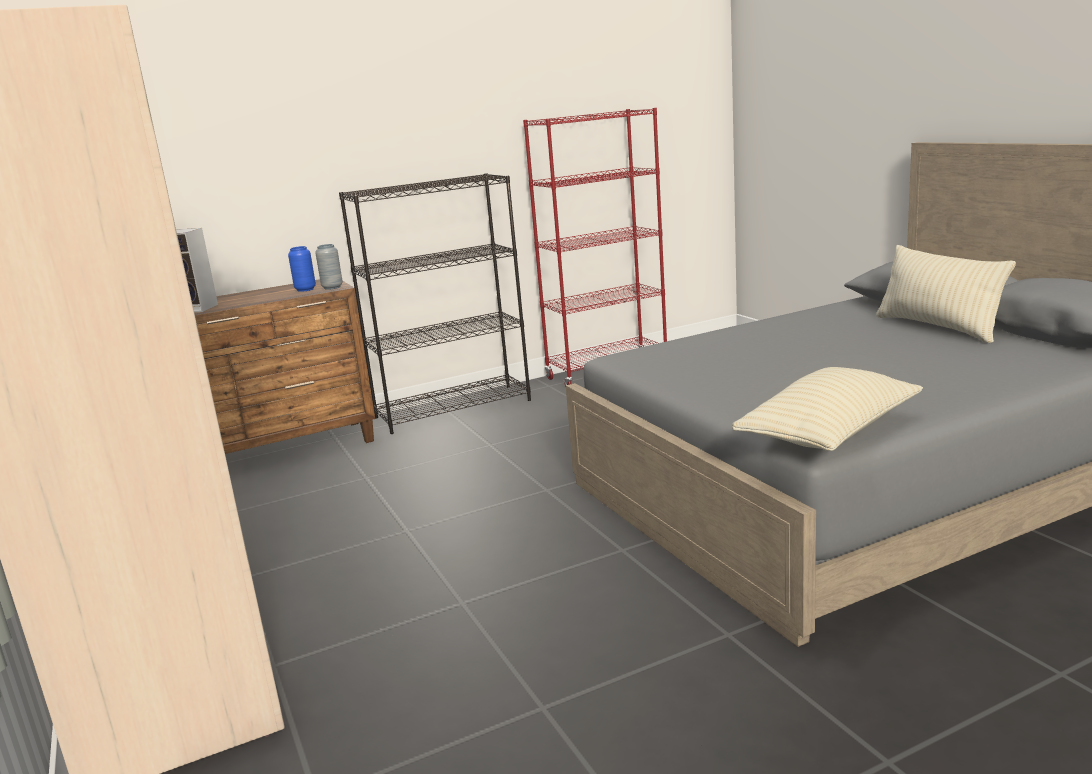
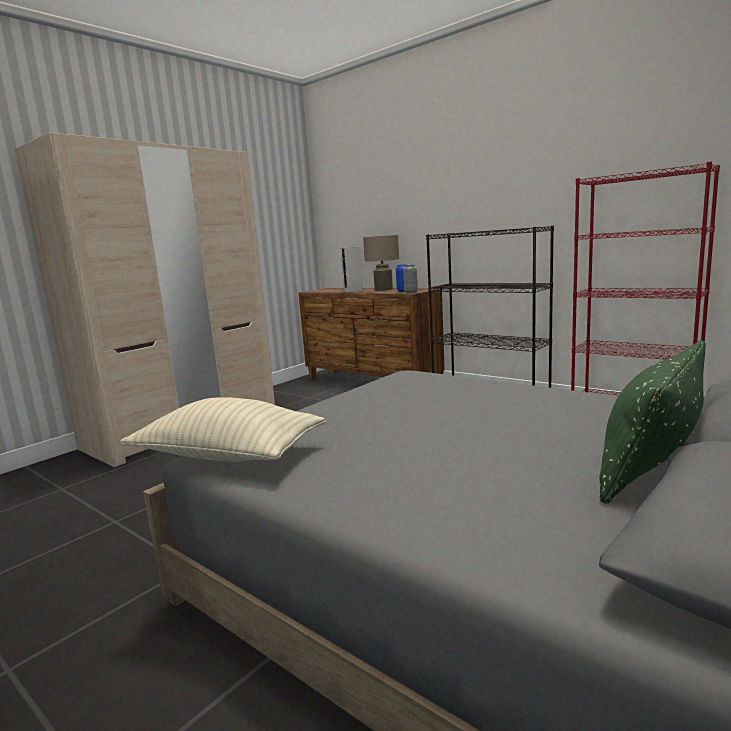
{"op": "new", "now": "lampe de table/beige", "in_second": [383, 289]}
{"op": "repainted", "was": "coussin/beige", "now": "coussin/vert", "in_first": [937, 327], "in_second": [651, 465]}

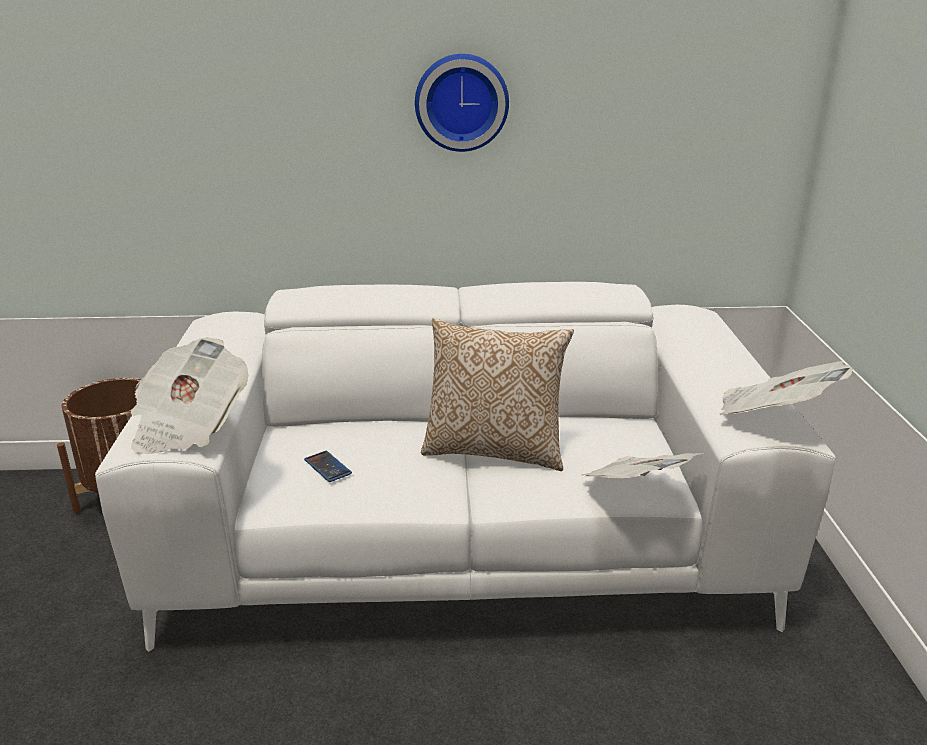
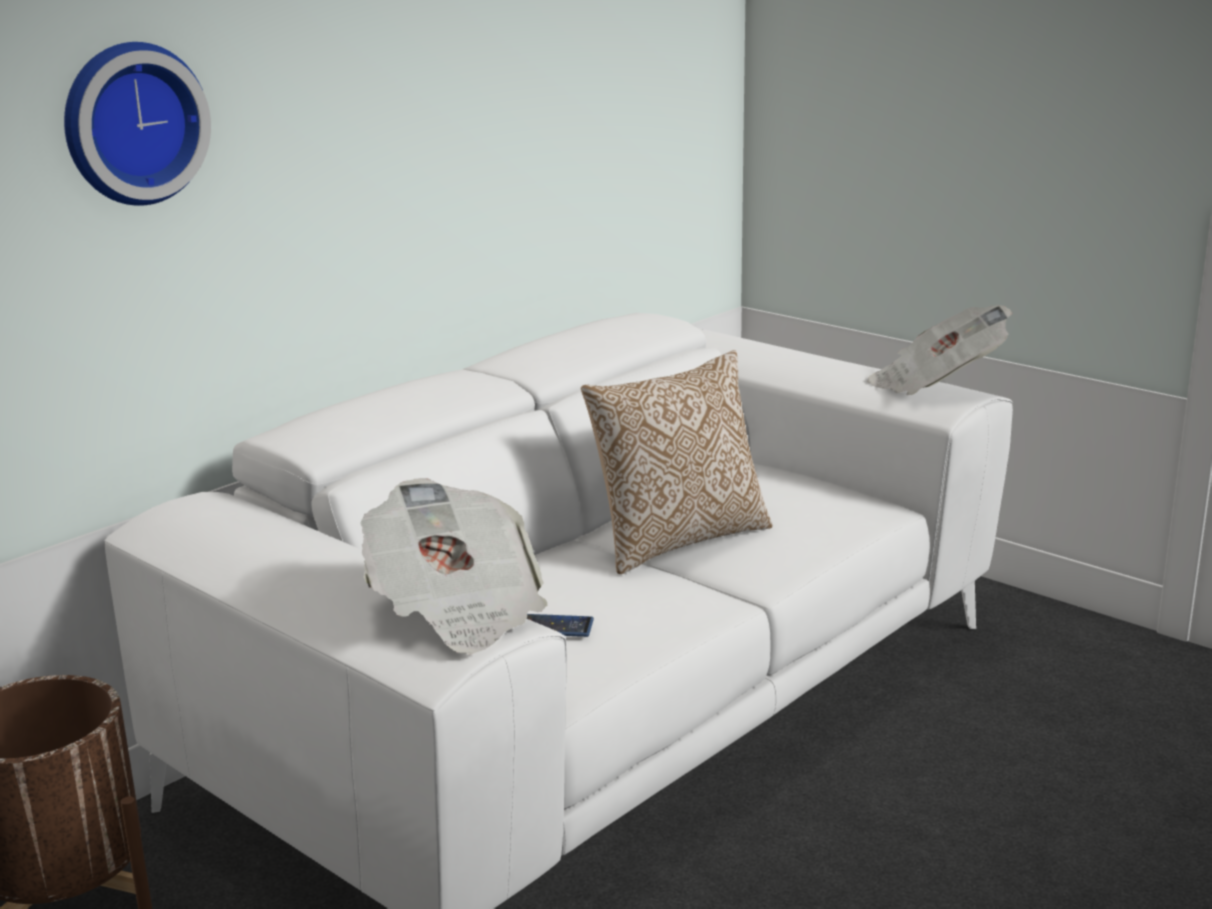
{"op": "gone", "was": "journal", "in_first": [637, 490]}
{"op": "shifted", "was": "horloge murale", "in_first": [461, 102], "in_second": [131, 123]}

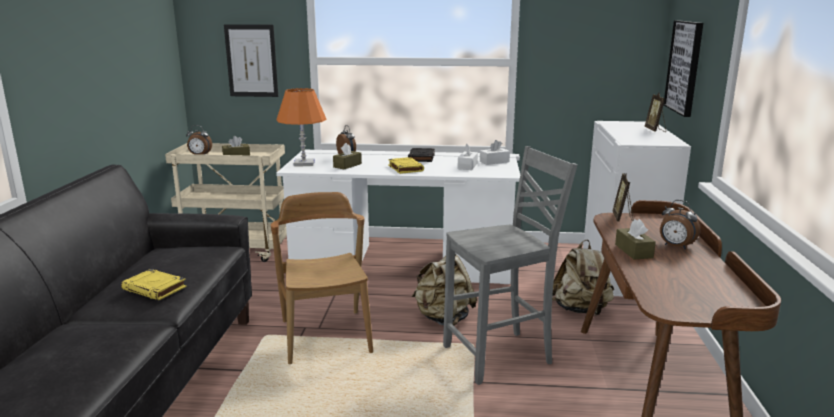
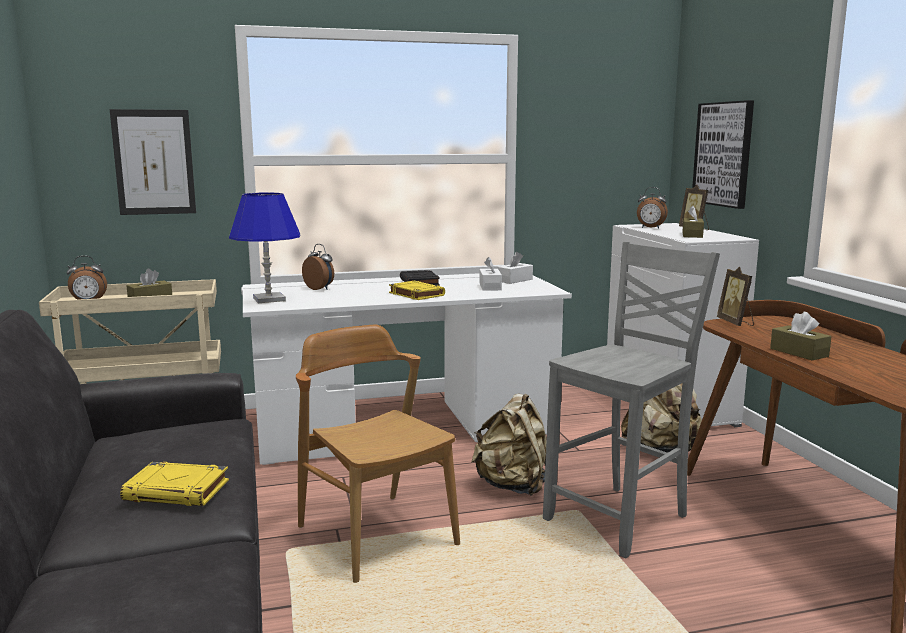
{"op": "shifted", "was": "boîte à mouchoirs/marron", "in_first": [347, 165], "in_second": [692, 235]}
{"op": "shifted", "was": "réveil", "in_first": [675, 246], "in_second": [650, 228]}
{"op": "repainted", "was": "lampe de table/orange", "now": "lampe de table/bleu", "in_first": [304, 163], "in_second": [269, 299]}

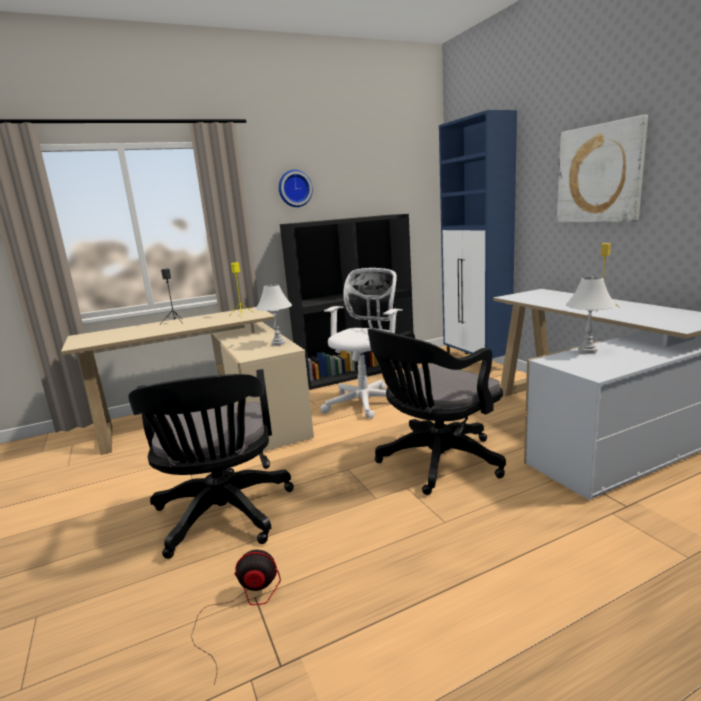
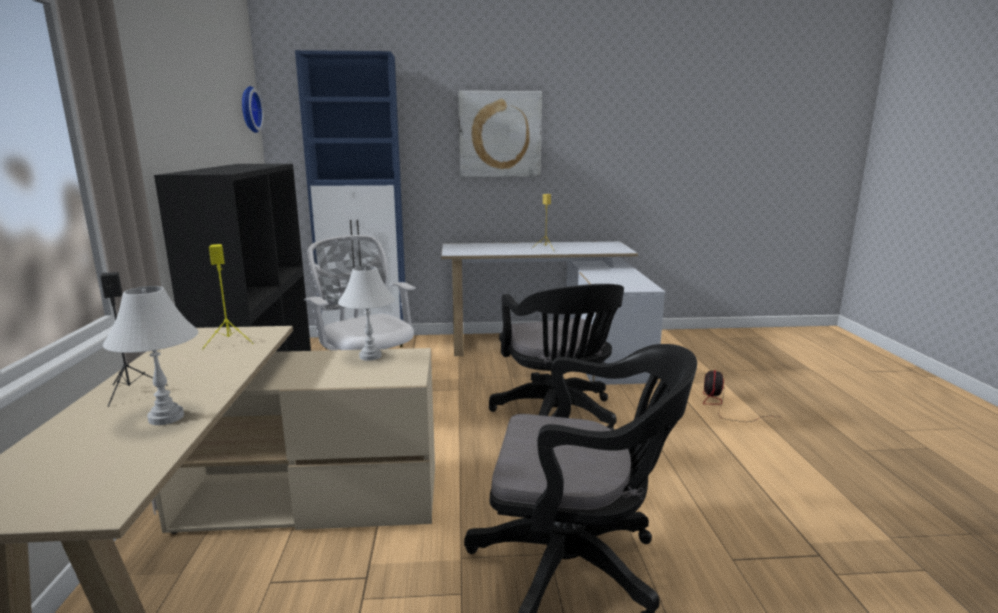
{"op": "shifted", "was": "ventilateur", "in_first": [242, 607], "in_second": [722, 406]}
{"op": "shifted", "was": "horloge murale", "in_first": [294, 188], "in_second": [248, 109]}
{"op": "shifted", "was": "lampe de table/blanc", "in_first": [587, 351], "in_second": [165, 417]}

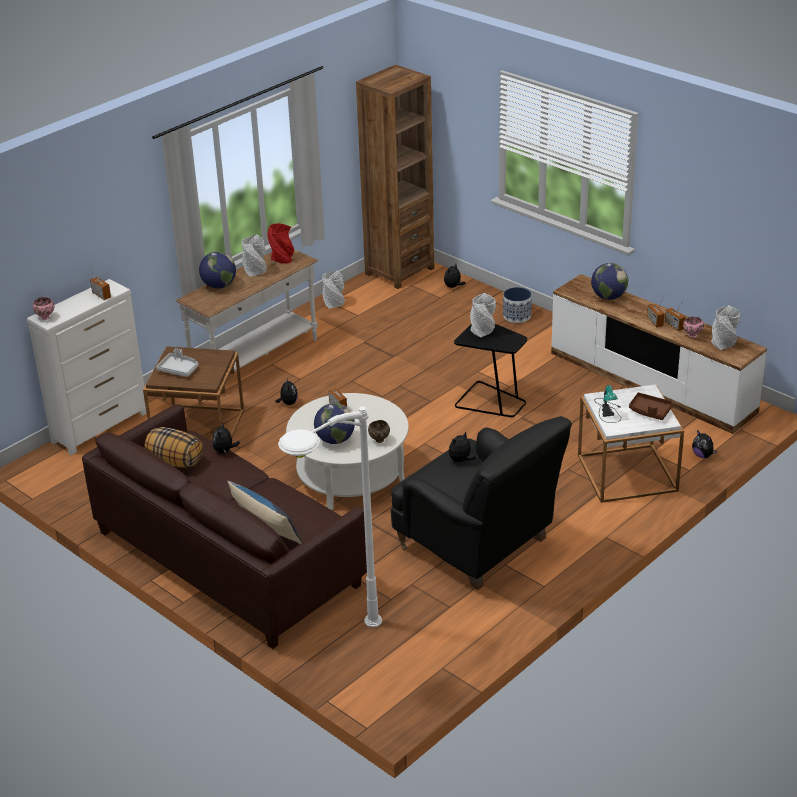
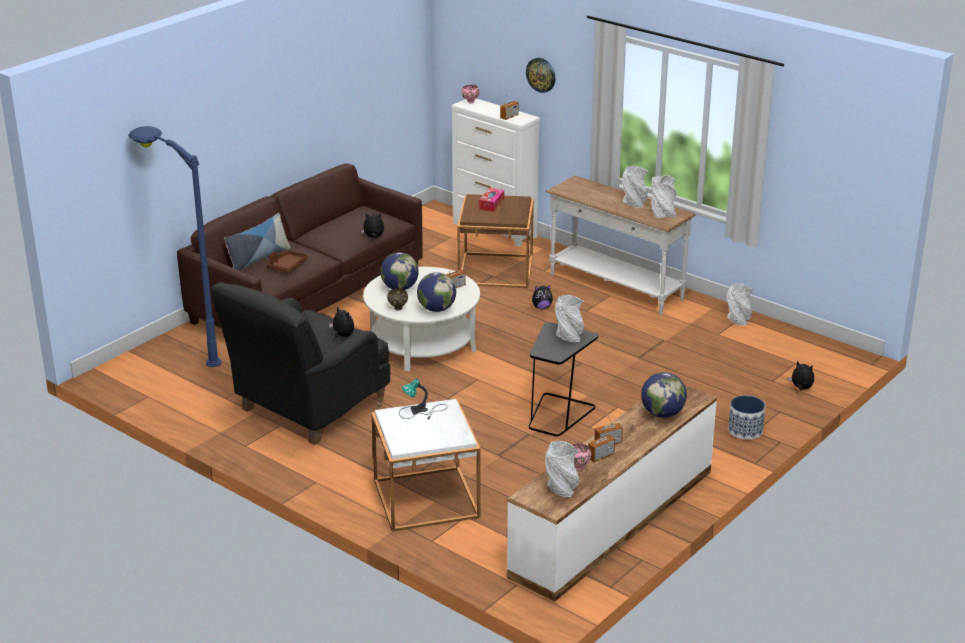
{"op": "gone", "was": "coussin", "in_first": [175, 461]}
{"op": "gone", "was": "bibliothèque/marron", "in_first": [399, 271]}
{"op": "gone", "was": "peluche", "in_first": [703, 455]}
{"op": "new", "now": "horloge murale", "in_second": [541, 74]}
{"op": "shifted", "was": "globe", "in_first": [219, 286], "in_second": [436, 309]}
{"op": "shifted", "was": "plateau/marron", "in_first": [650, 411], "in_second": [287, 266]}
{"op": "swapped", "was": "plateau/gris", "now": "boîte à mouchoirs", "in_first": [179, 369], "in_second": [491, 204]}
{"op": "repainted", "was": "vase/rouge", "now": "vase/gris", "in_first": [282, 259], "in_second": [662, 213]}
{"op": "repainted", "was": "lampadaire/blanc", "now": "lampadaire/bleu", "in_first": [333, 651], "in_second": [181, 348]}

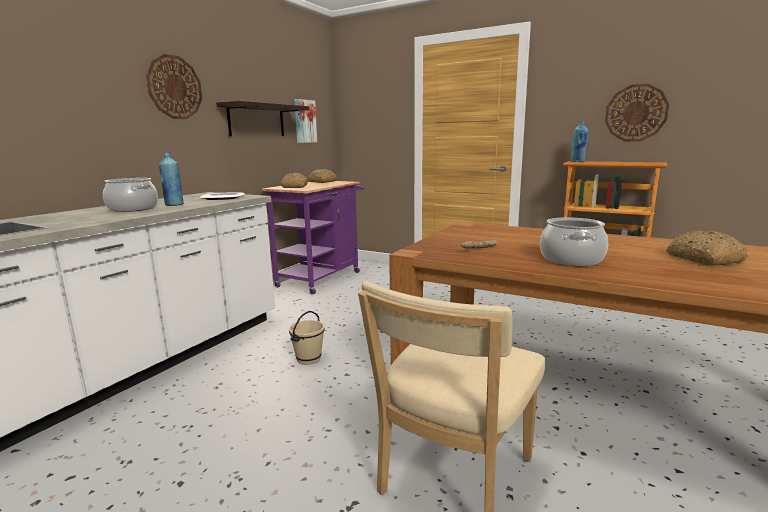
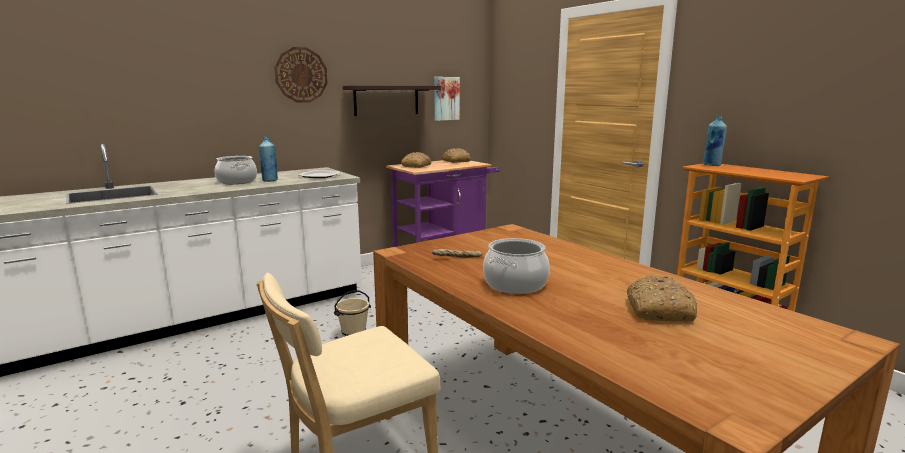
{"op": "gone", "was": "horloge murale", "in_first": [636, 113]}

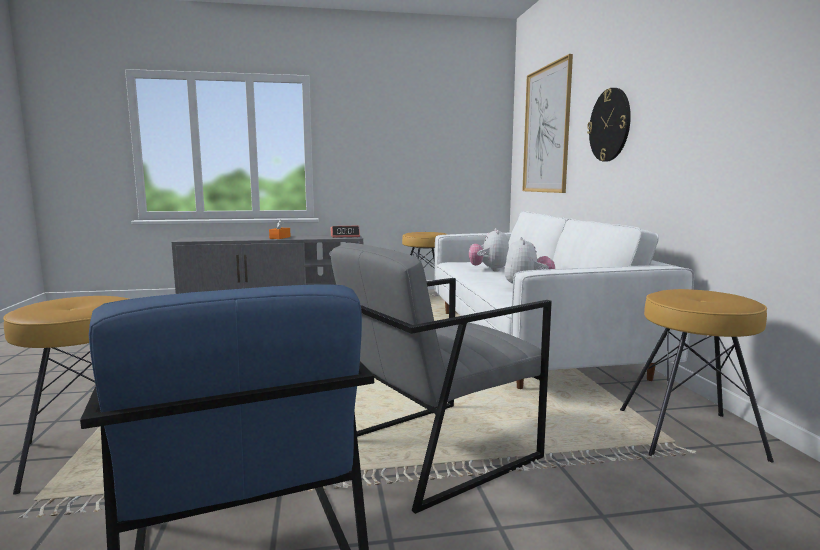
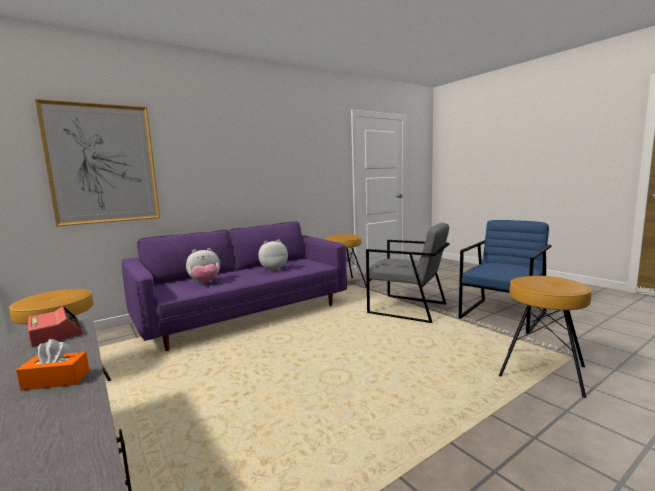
{"op": "gone", "was": "horloge murale", "in_first": [610, 125]}
{"op": "repainted", "was": "canapé/blanc", "now": "canapé/violet", "in_first": [528, 340], "in_second": [244, 314]}

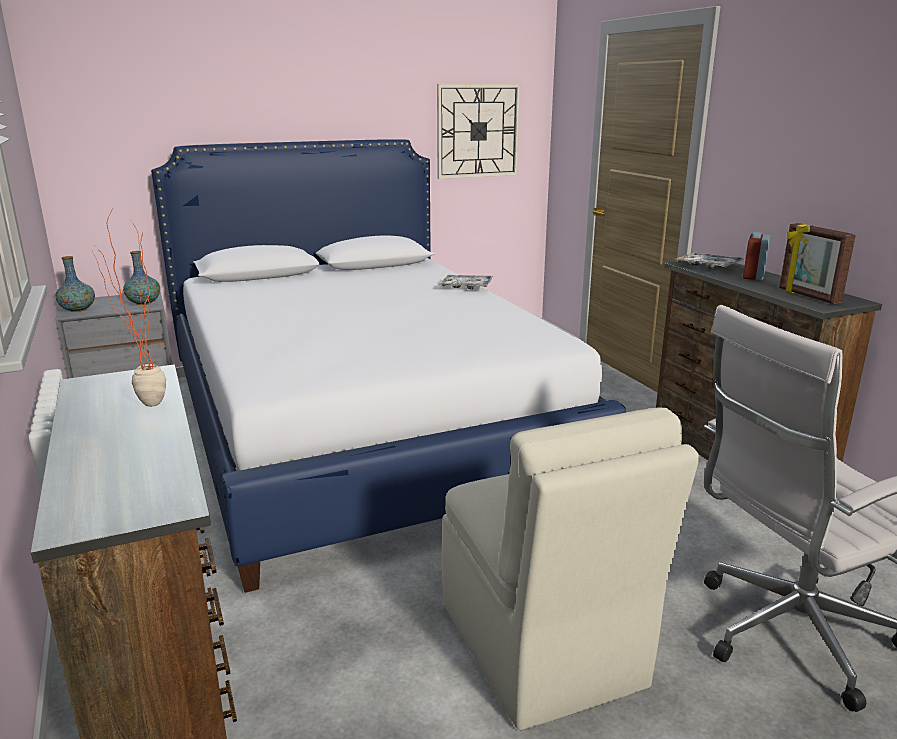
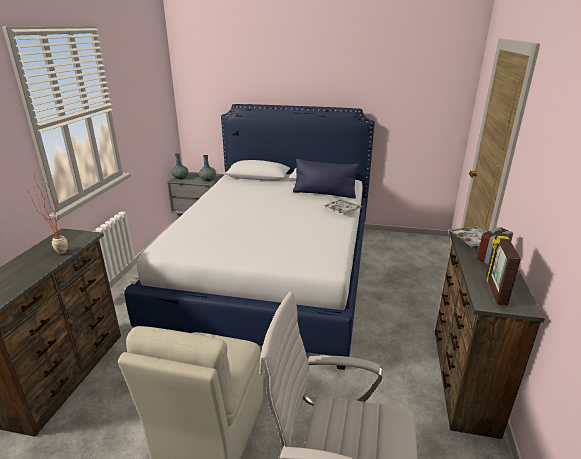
{"op": "gone", "was": "horloge murale", "in_first": [477, 131]}
{"op": "new", "now": "coussin/bleu", "in_second": [324, 194]}

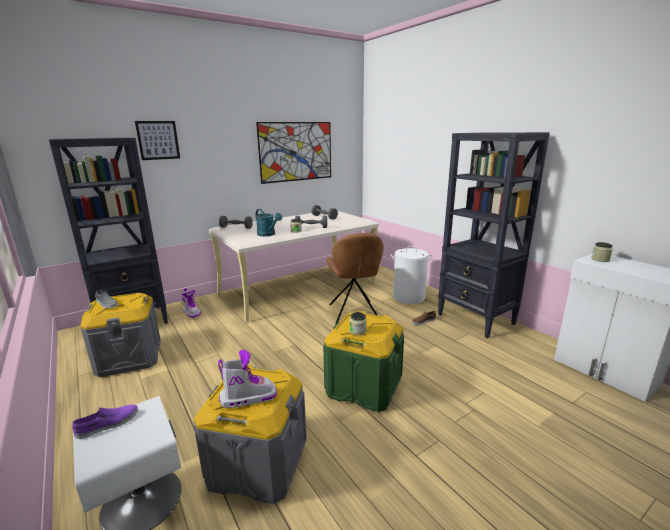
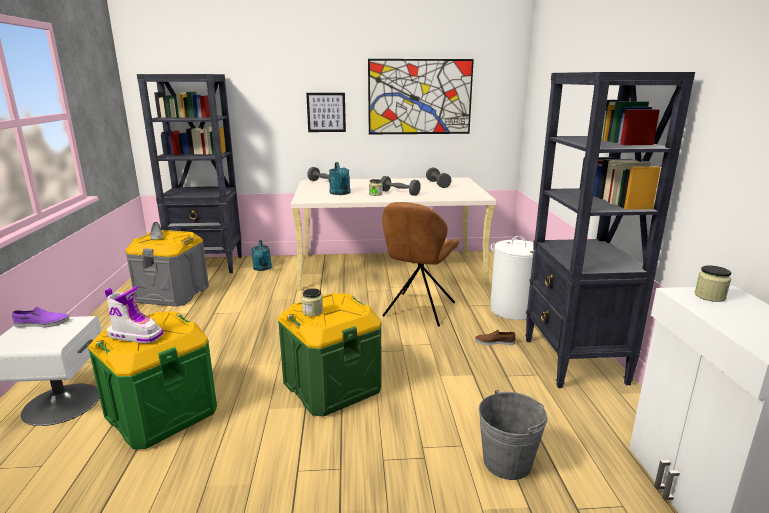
{"op": "new", "now": "seau/gris", "in_second": [507, 462]}
{"op": "shifted", "was": "tableau", "in_first": [158, 140], "in_second": [326, 112]}
{"op": "swapped", "was": "botte", "now": "arrosoir/turquoise", "in_first": [192, 312], "in_second": [262, 268]}
{"op": "repainted", "was": "boîte de rangement/gris", "now": "boîte de rangement/vert", "in_first": [257, 463], "in_second": [161, 413]}

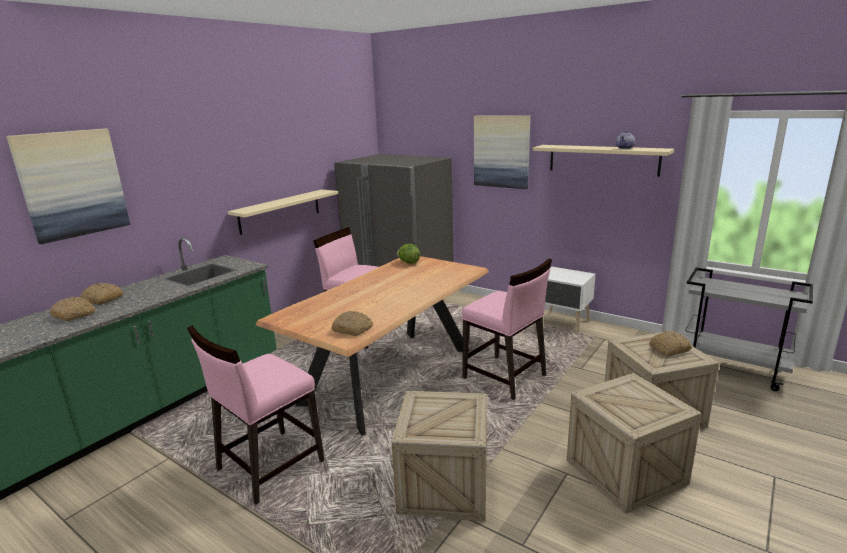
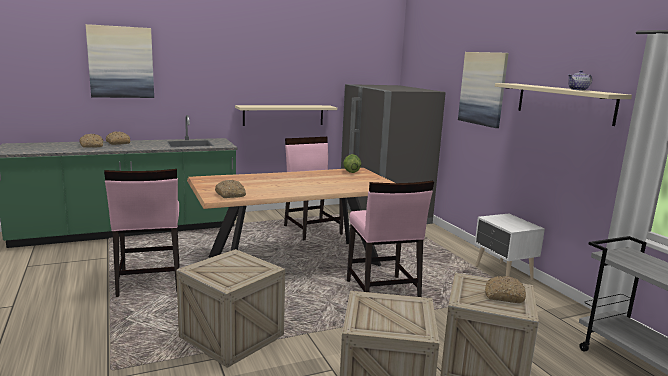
{"op": "rotated", "was": "chaise/rose", "in_first": [269, 466], "in_second": [149, 282], "clockwise": -90}

